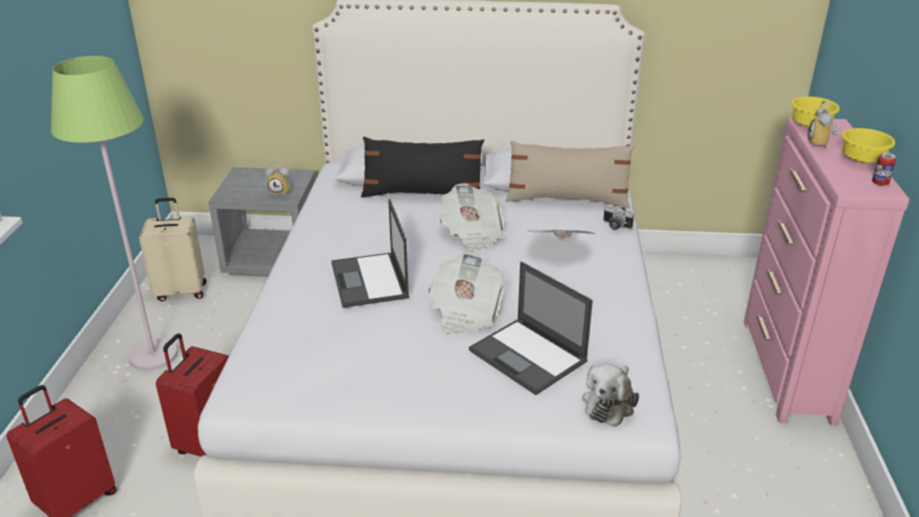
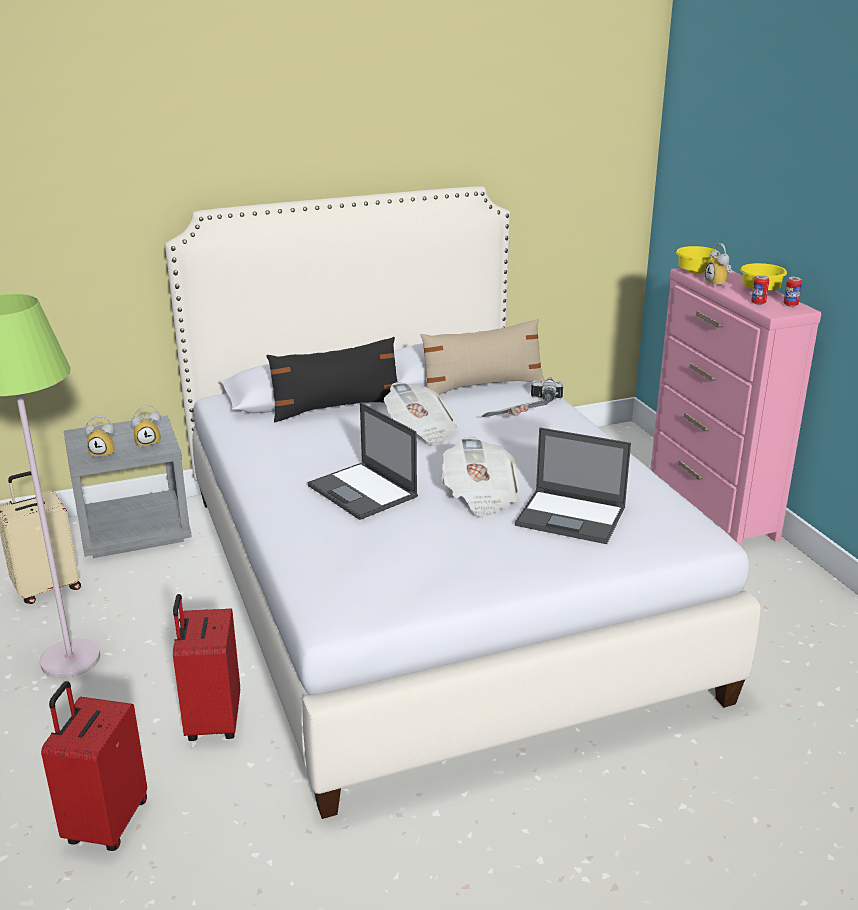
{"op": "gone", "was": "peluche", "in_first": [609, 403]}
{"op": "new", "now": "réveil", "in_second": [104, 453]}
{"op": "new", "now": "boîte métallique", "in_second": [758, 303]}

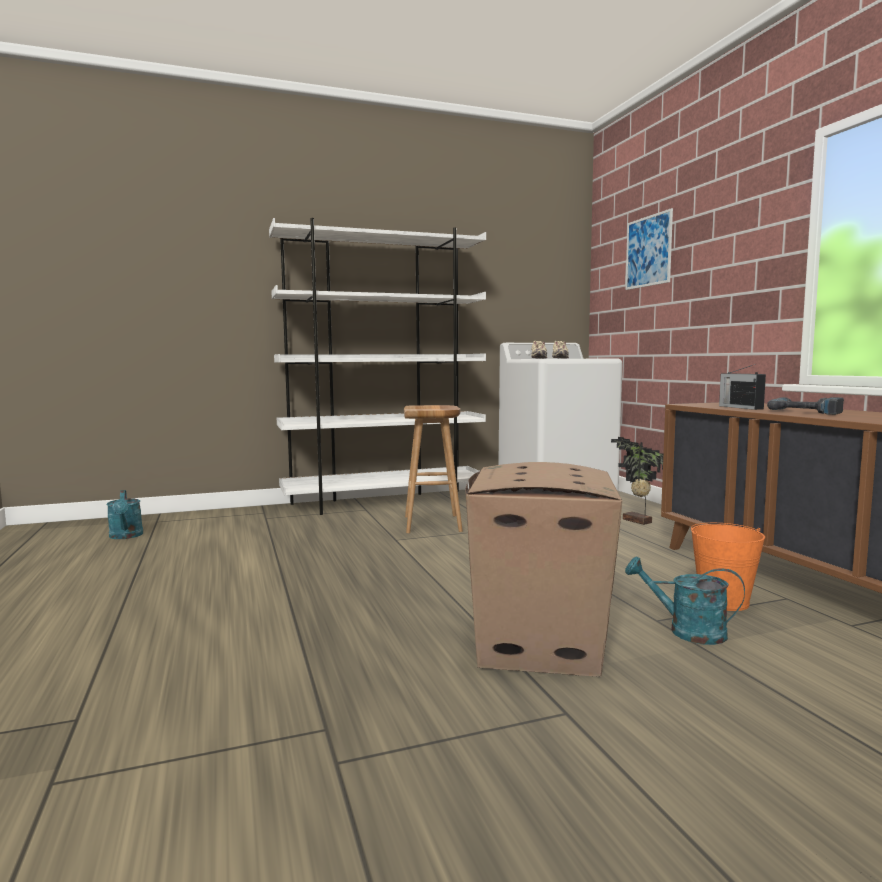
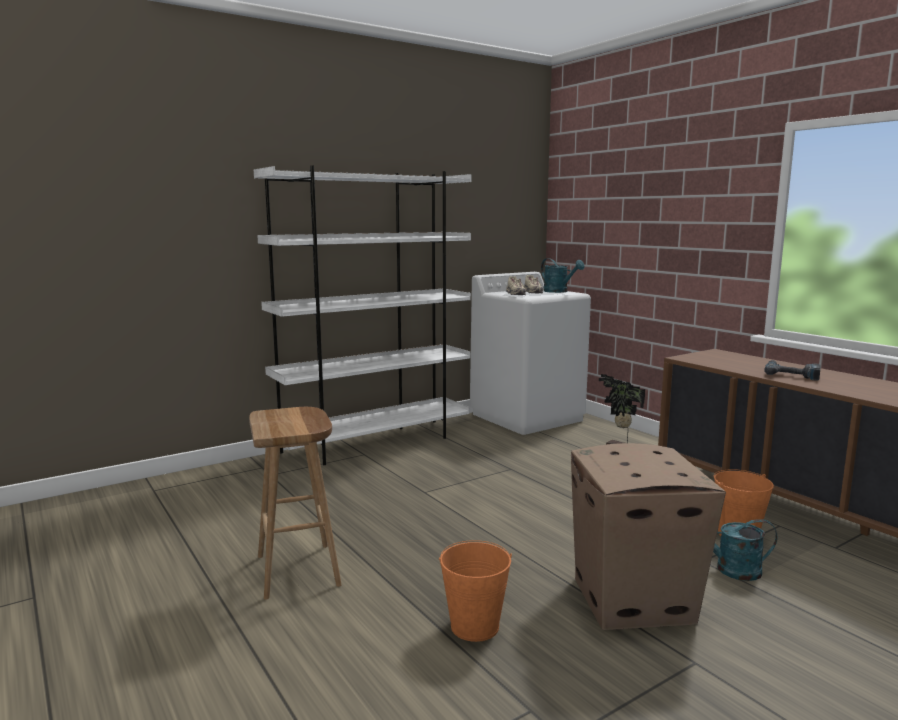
{"op": "gone", "was": "tableau", "in_first": [648, 251]}
{"op": "gone", "was": "radio", "in_first": [740, 407]}
{"op": "new", "now": "seau/orange", "in_second": [475, 626]}
{"op": "shifted", "was": "arrosoir/turquoise", "in_first": [126, 536], "in_second": [559, 291]}
{"op": "shifted", "was": "tabouret/marron", "in_first": [433, 524], "in_second": [299, 571]}

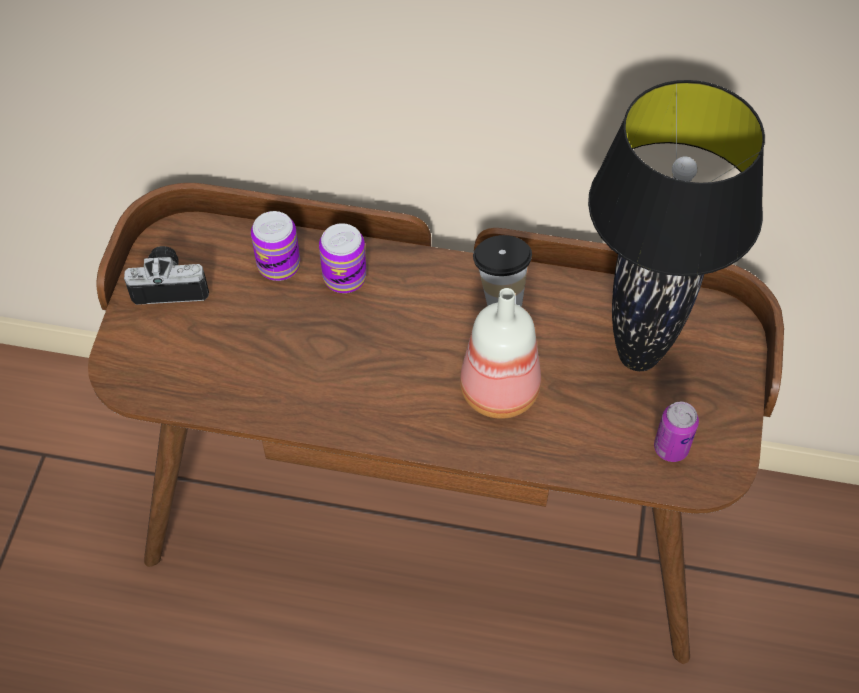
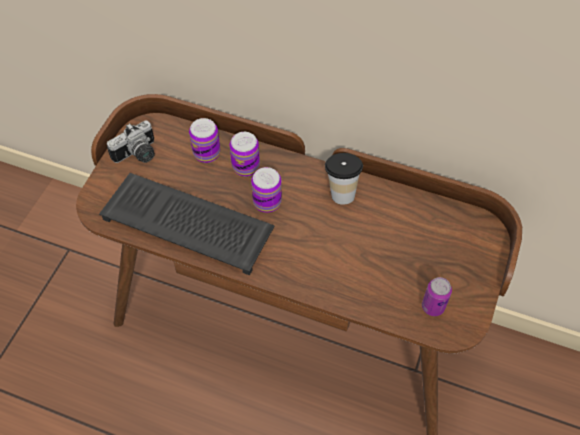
{"op": "gone", "was": "bouteille", "in_first": [502, 390]}
{"op": "gone", "was": "lampe de table/noir", "in_first": [638, 357]}
{"op": "new", "now": "clavier", "in_second": [190, 223]}
{"op": "new", "now": "boîte métallique", "in_second": [267, 202]}
{"op": "rotated", "was": "appareil photo", "in_first": [170, 283], "in_second": [138, 155], "clockwise": 135}

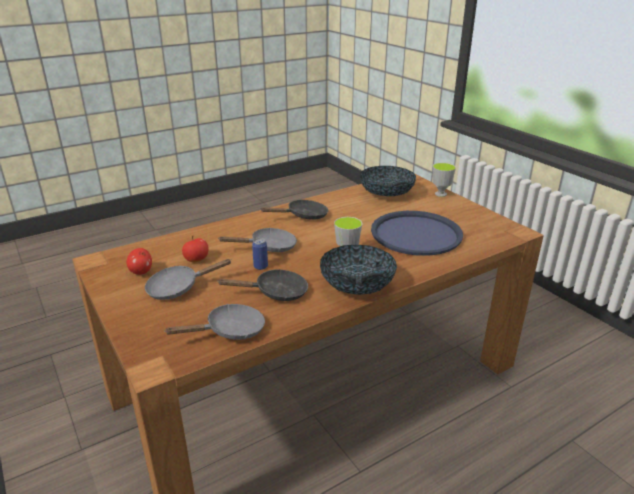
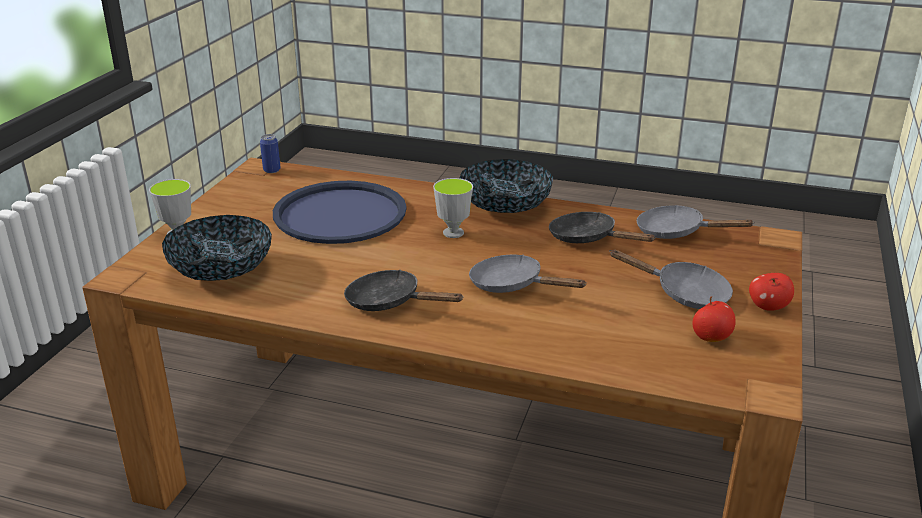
{"op": "shifted", "was": "pomme", "in_first": [196, 260], "in_second": [768, 307]}
{"op": "shifted", "was": "boîte métallique", "in_first": [260, 266], "in_second": [272, 170]}

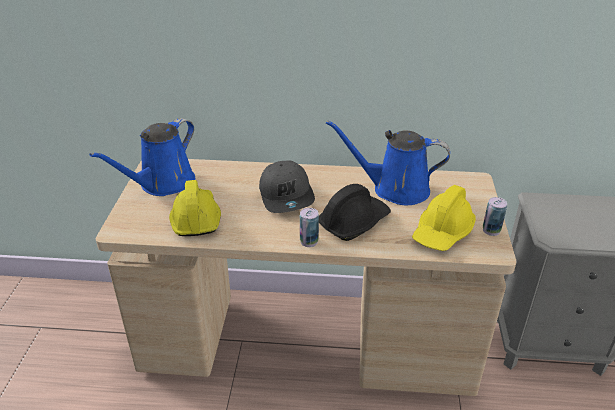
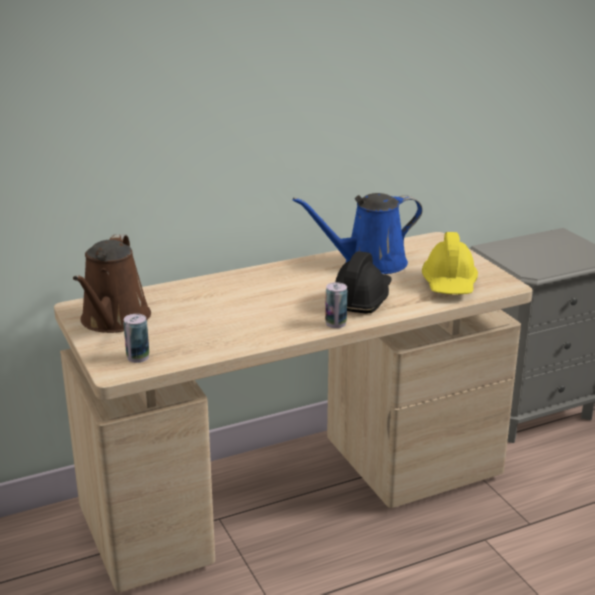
{"op": "gone", "was": "casque de chantier/jaune", "in_first": [195, 218]}
{"op": "gone", "was": "casquette/gris", "in_first": [287, 196]}
{"op": "shifted", "was": "boîte métallique", "in_first": [491, 230], "in_second": [138, 357]}
{"op": "repainted", "was": "arrosoir/bleu", "now": "arrosoir/marron", "in_first": [163, 184], "in_second": [113, 320]}

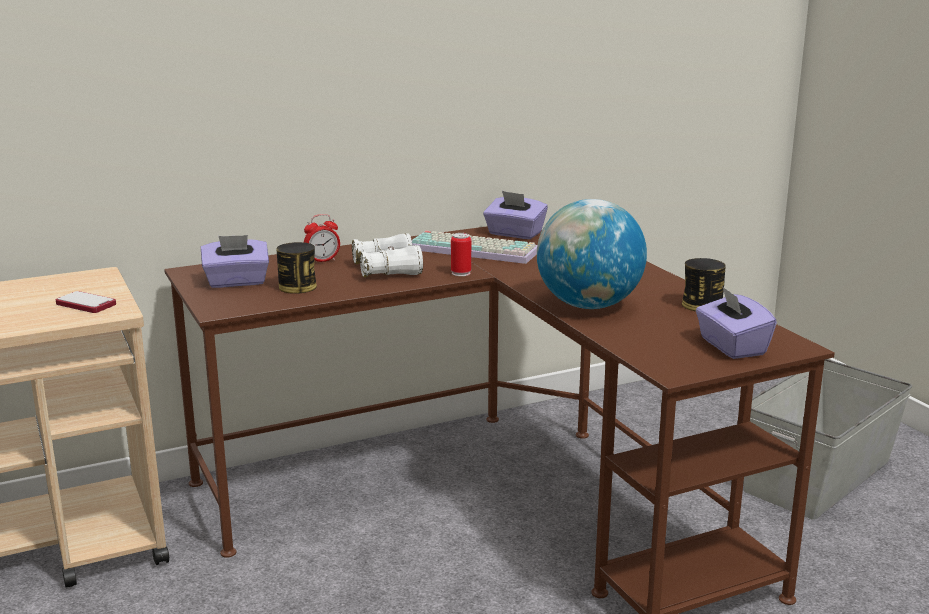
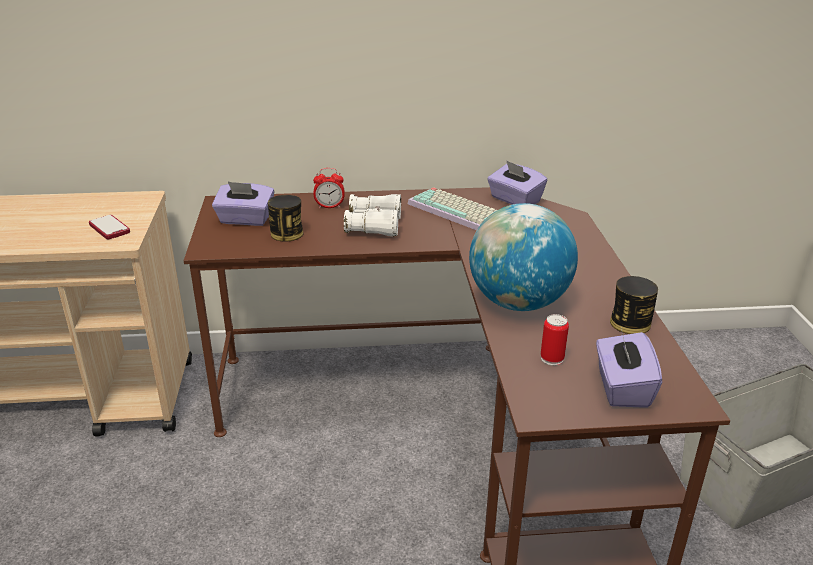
{"op": "shifted", "was": "boîte métallique", "in_first": [461, 273], "in_second": [552, 358]}

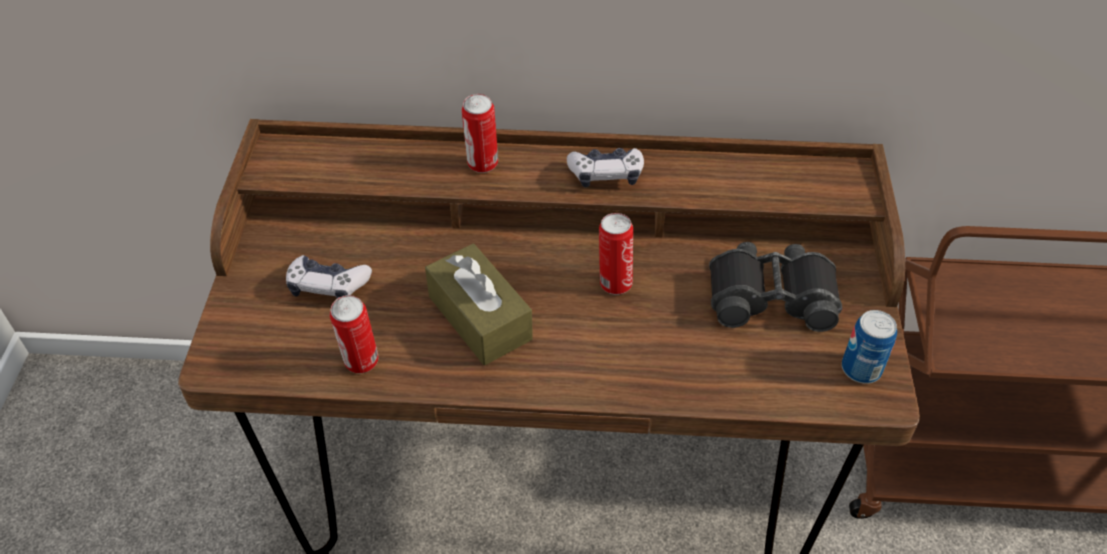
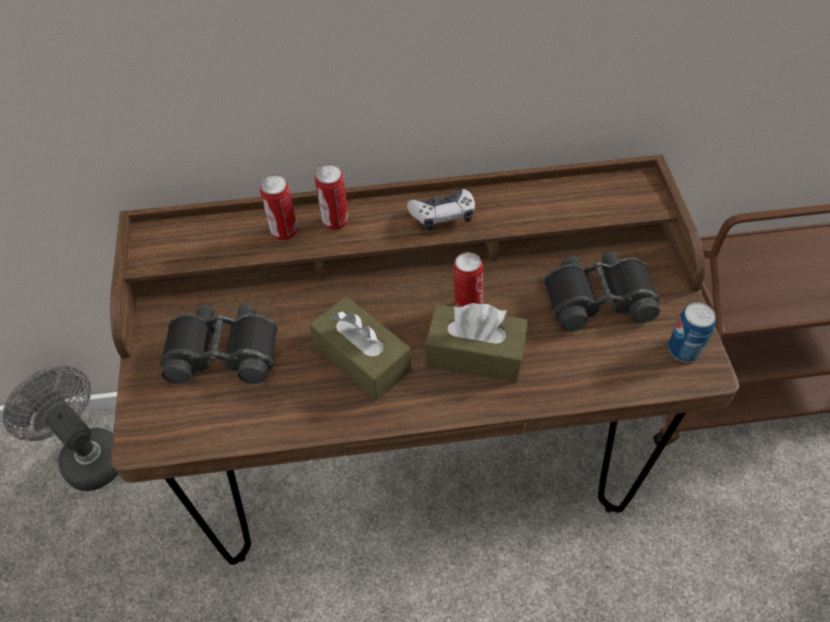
{"op": "new", "now": "ventilateur/gris", "in_second": [88, 455]}
{"op": "new", "now": "boîte à mouchoirs/marron", "in_second": [475, 354]}
{"op": "shifted", "was": "boîte métallique", "in_first": [361, 362], "in_second": [284, 233]}
{"op": "swapped", "was": "manette", "now": "jumelles/noir", "in_first": [328, 286], "in_second": [223, 351]}

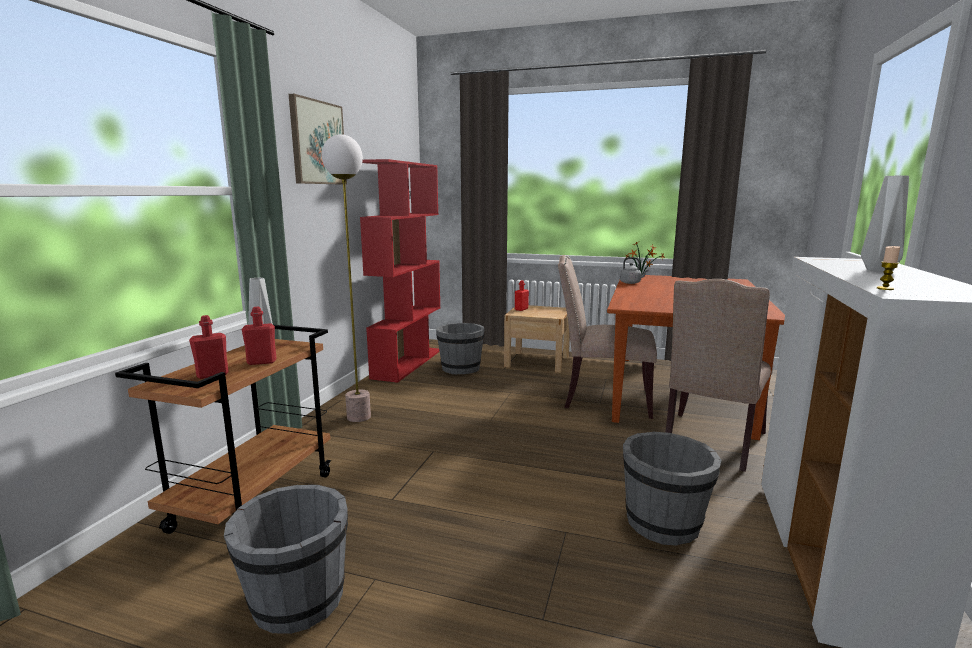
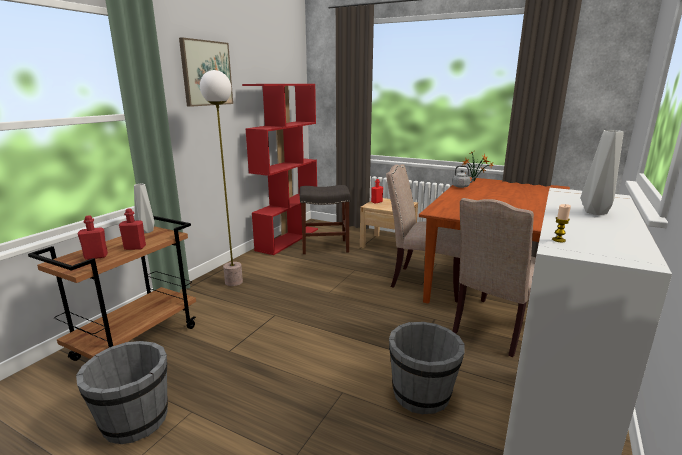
{"op": "swapped", "was": "seau/gris", "now": "tabouret/gris", "in_first": [460, 369], "in_second": [325, 246]}

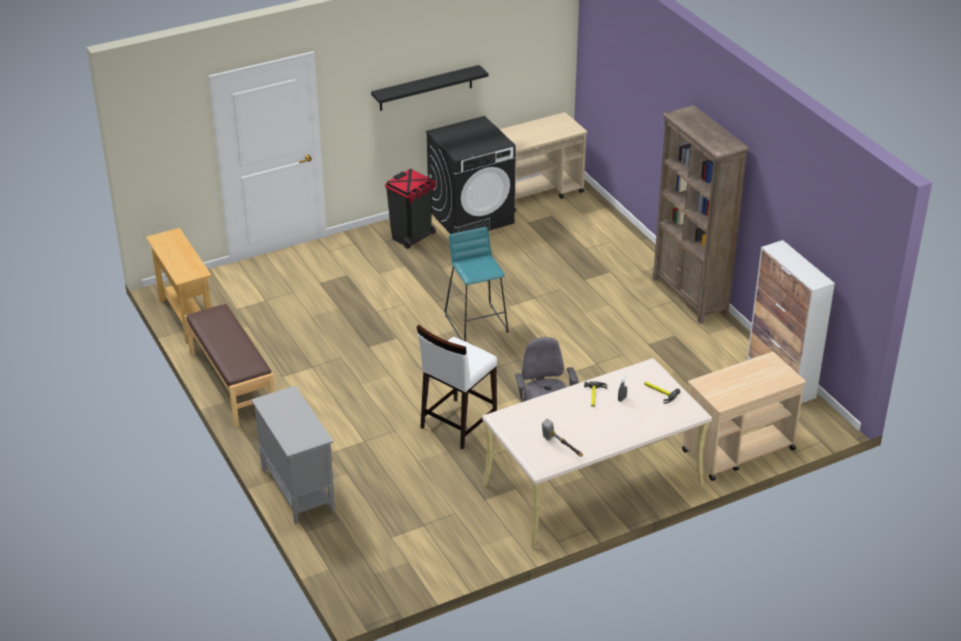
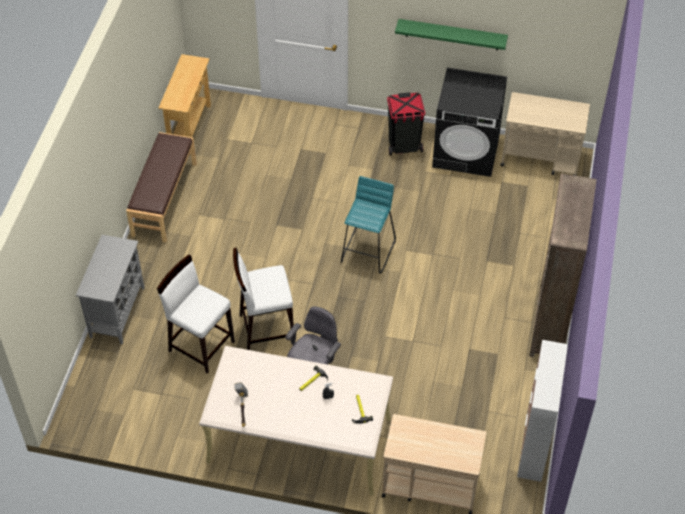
{"op": "new", "now": "tabouret/blanc", "in_second": [201, 345]}
{"op": "repainted", "was": "étagère/noir", "now": "étagère/vert", "in_first": [426, 88], "in_second": [452, 34]}

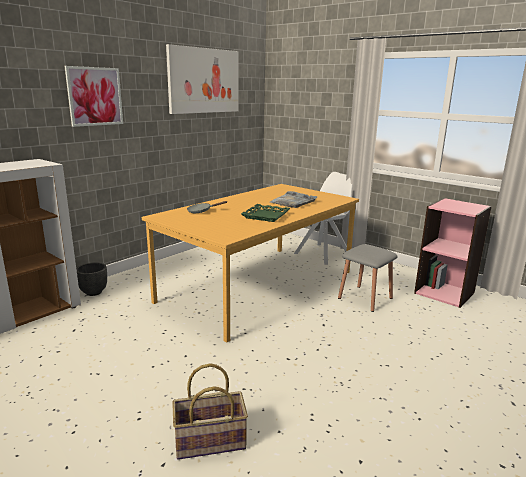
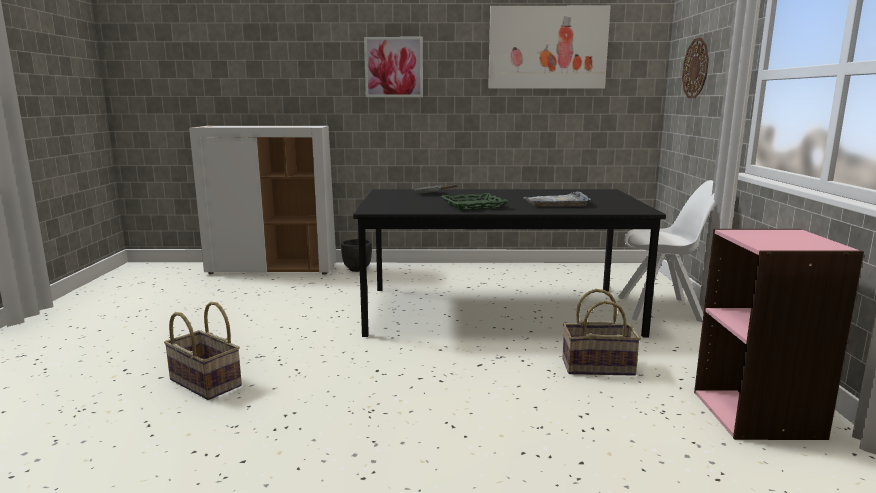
{"op": "new", "now": "horloge murale", "in_second": [696, 68]}
{"op": "swapped", "was": "tabouret/gris", "now": "panier", "in_first": [365, 298], "in_second": [598, 366]}
{"op": "repainted", "was": "table à manger/orange", "now": "table à manger/noir", "in_first": [258, 285], "in_second": [498, 310]}

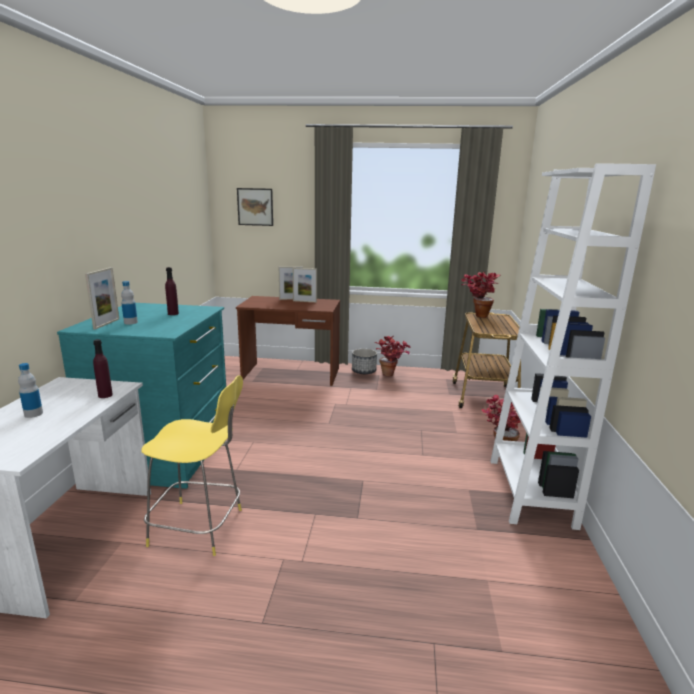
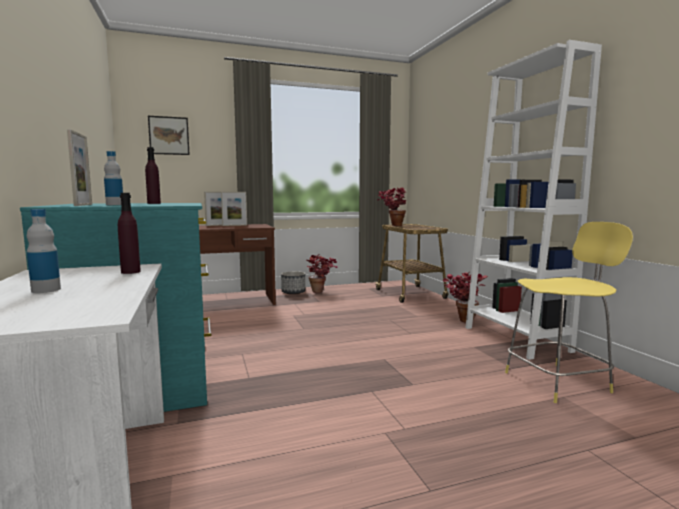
{"op": "shifted", "was": "tabouret/jaune", "in_first": [200, 527], "in_second": [559, 381]}

